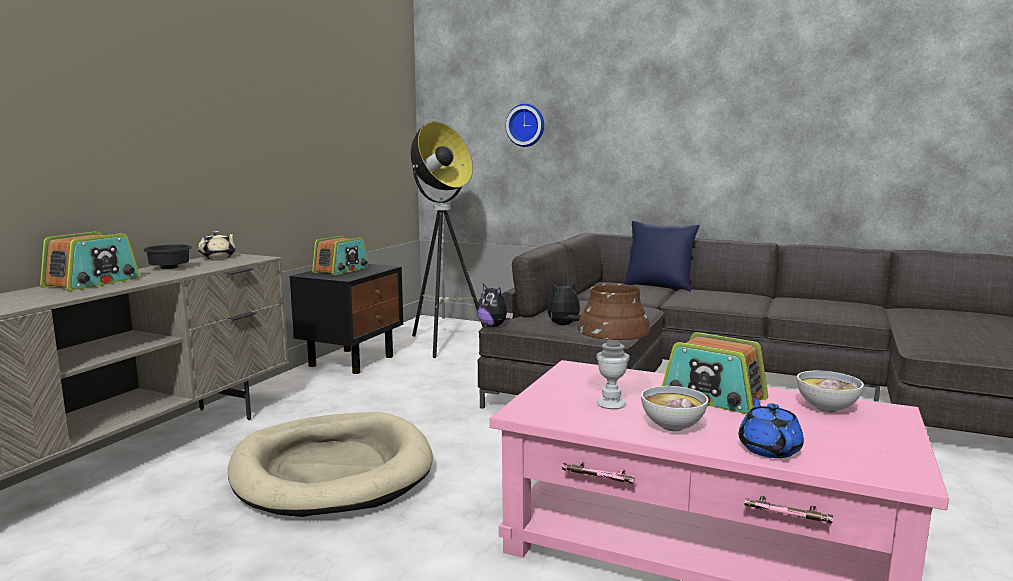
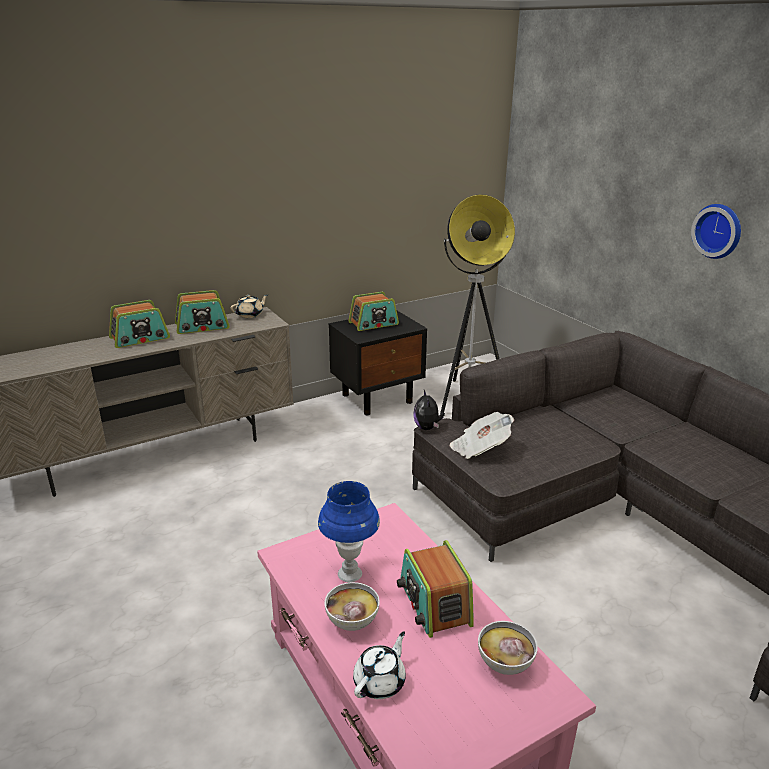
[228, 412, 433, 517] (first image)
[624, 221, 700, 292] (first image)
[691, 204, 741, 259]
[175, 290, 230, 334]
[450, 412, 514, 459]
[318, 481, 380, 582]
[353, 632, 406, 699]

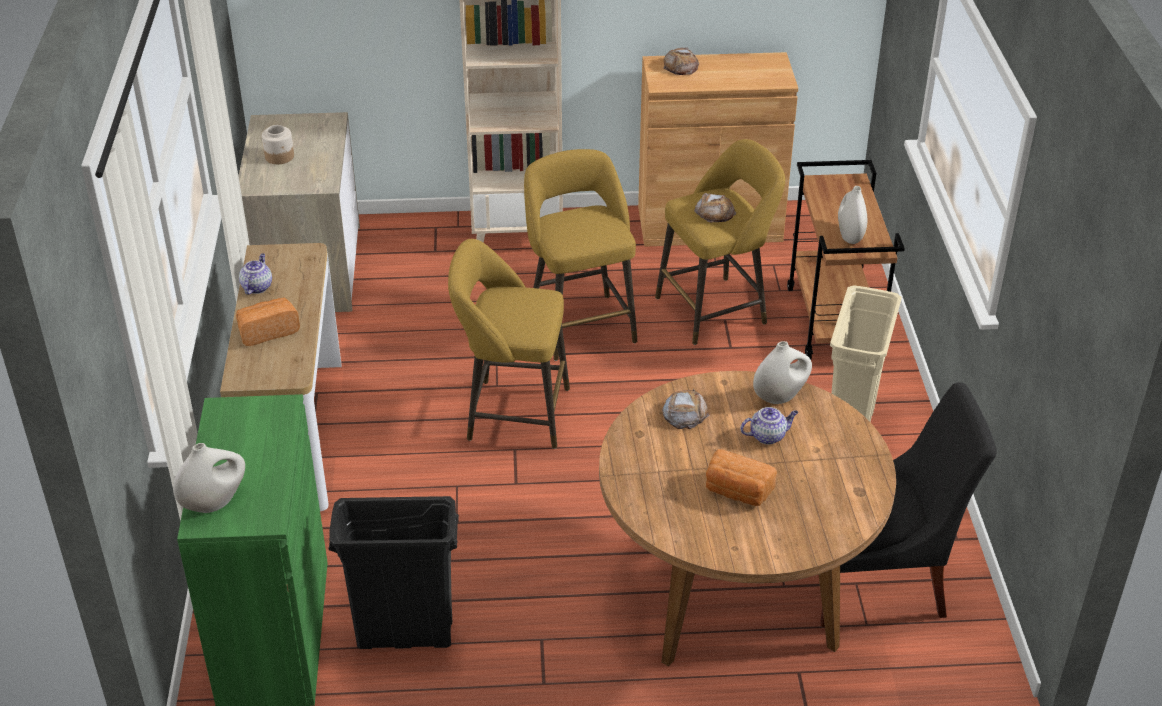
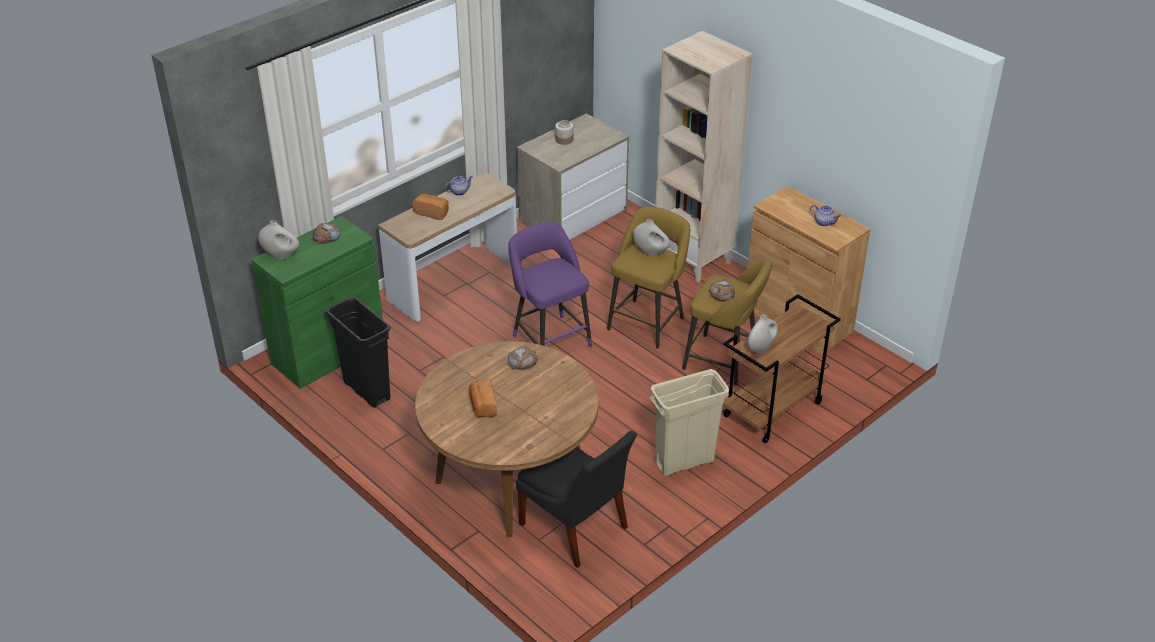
[313, 222, 340, 244]
[810, 205, 841, 226]
[633, 219, 670, 256]
[508, 222, 592, 347]

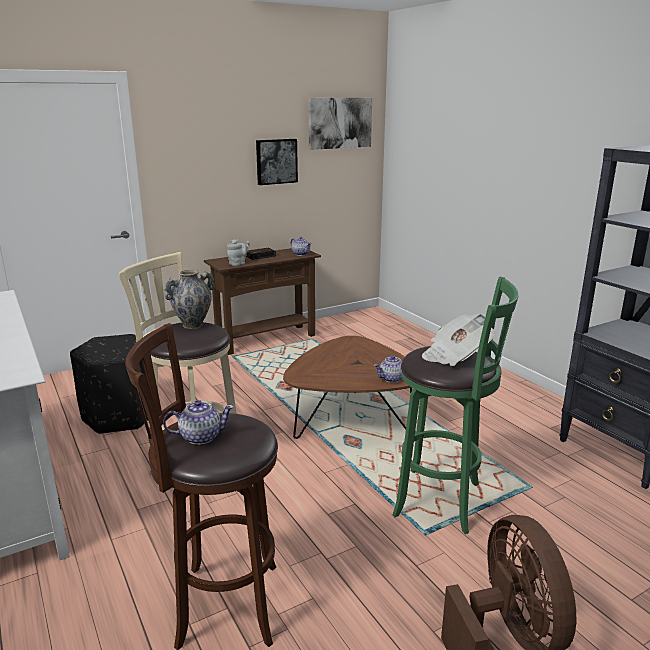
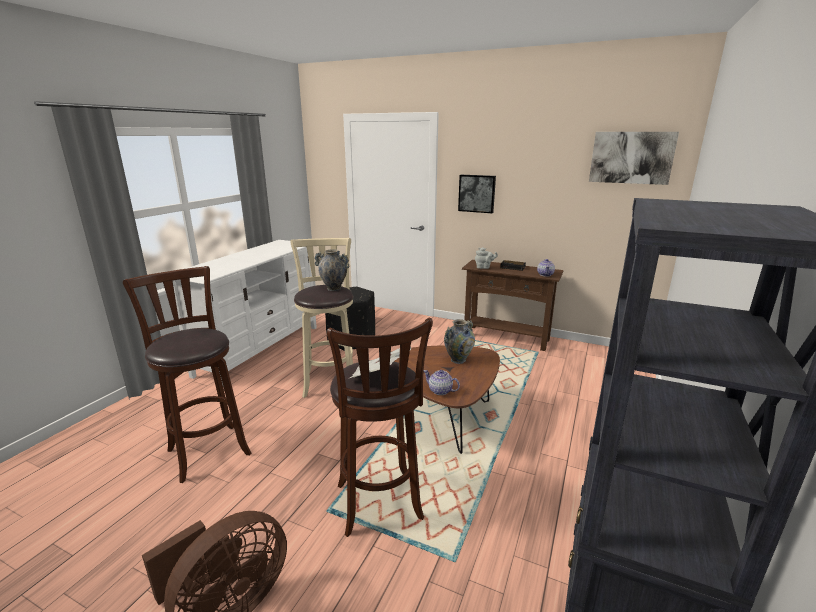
[163, 400, 234, 445] (first image)
[444, 319, 475, 364]
[458, 175, 496, 213]
[327, 318, 433, 537]

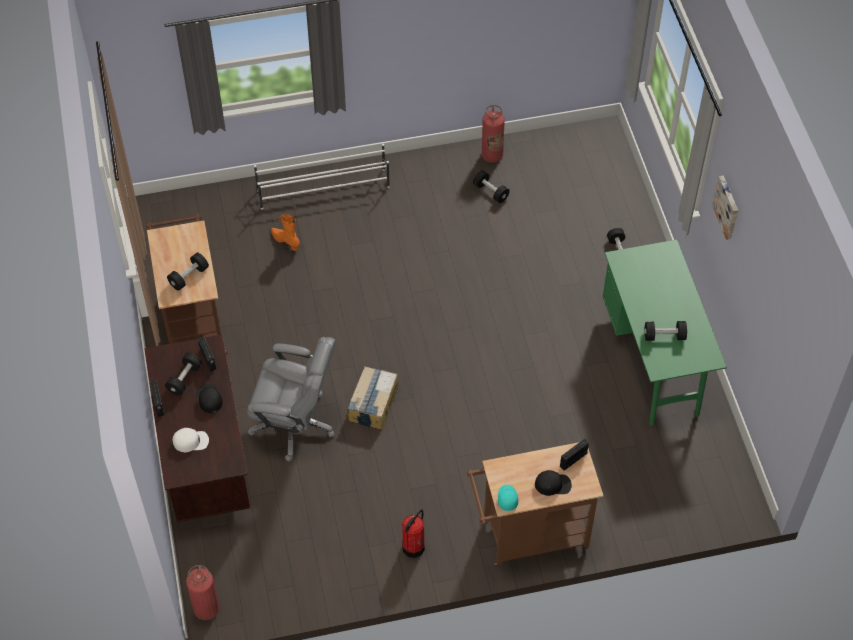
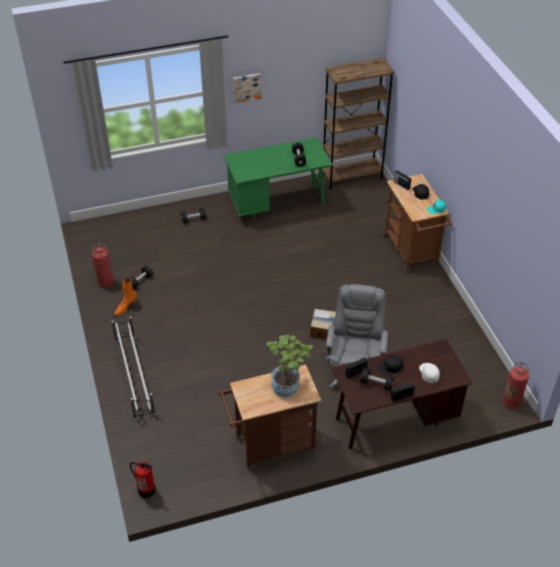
[323, 58, 395, 189]
[114, 278, 137, 316]
[130, 462, 156, 498]
[266, 335, 313, 398]

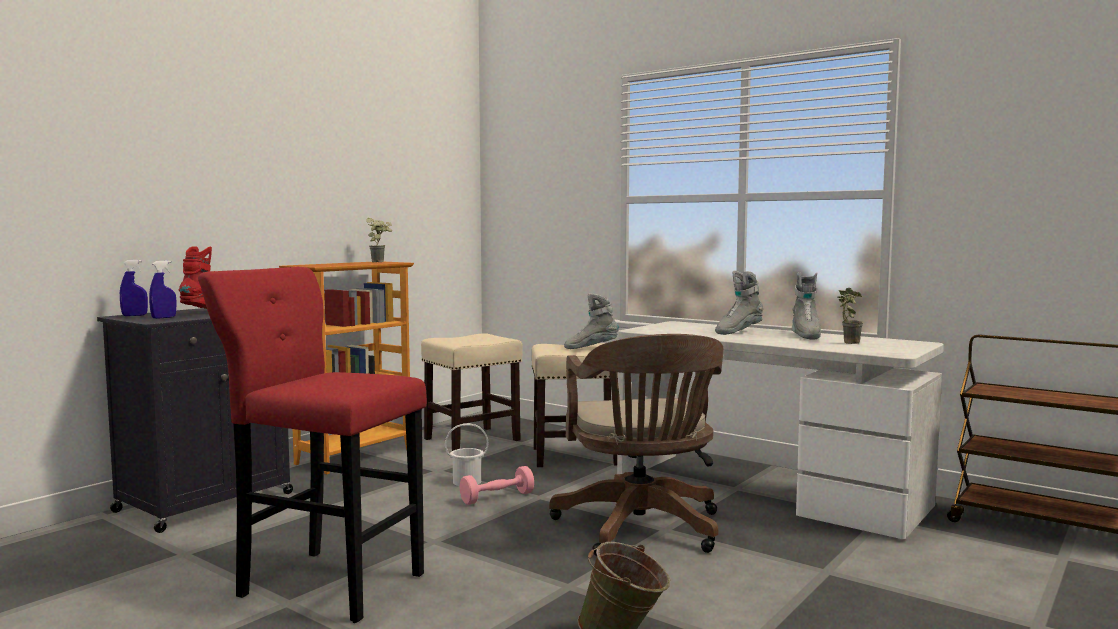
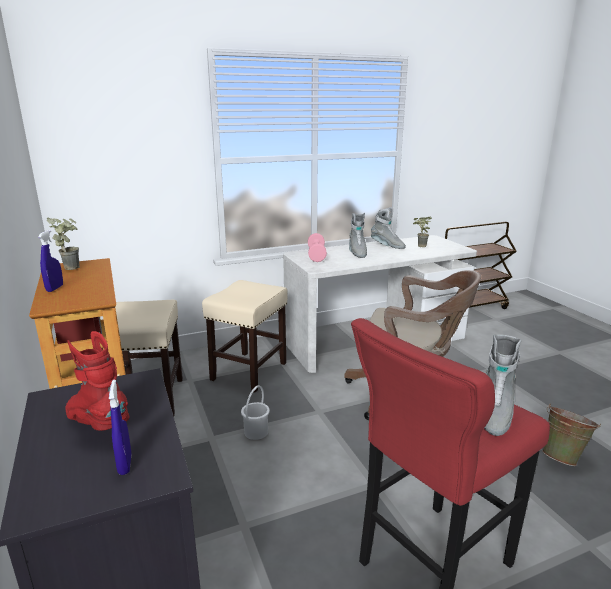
[38, 230, 63, 292]
[308, 233, 327, 262]
[484, 335, 522, 436]

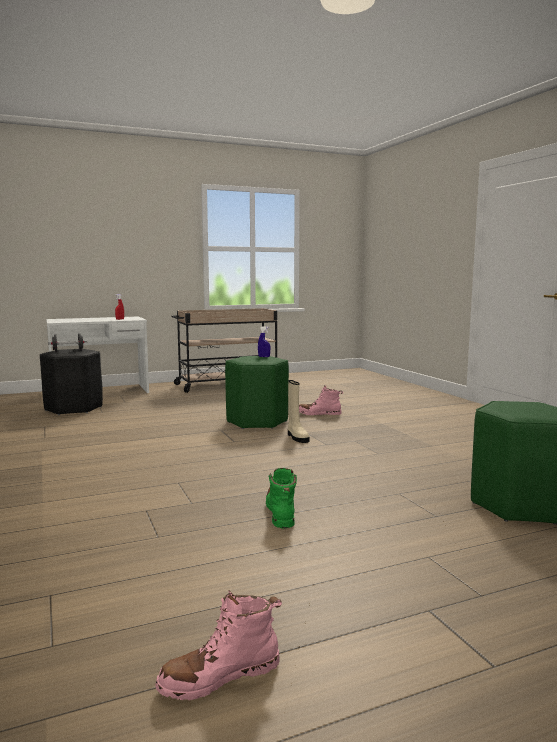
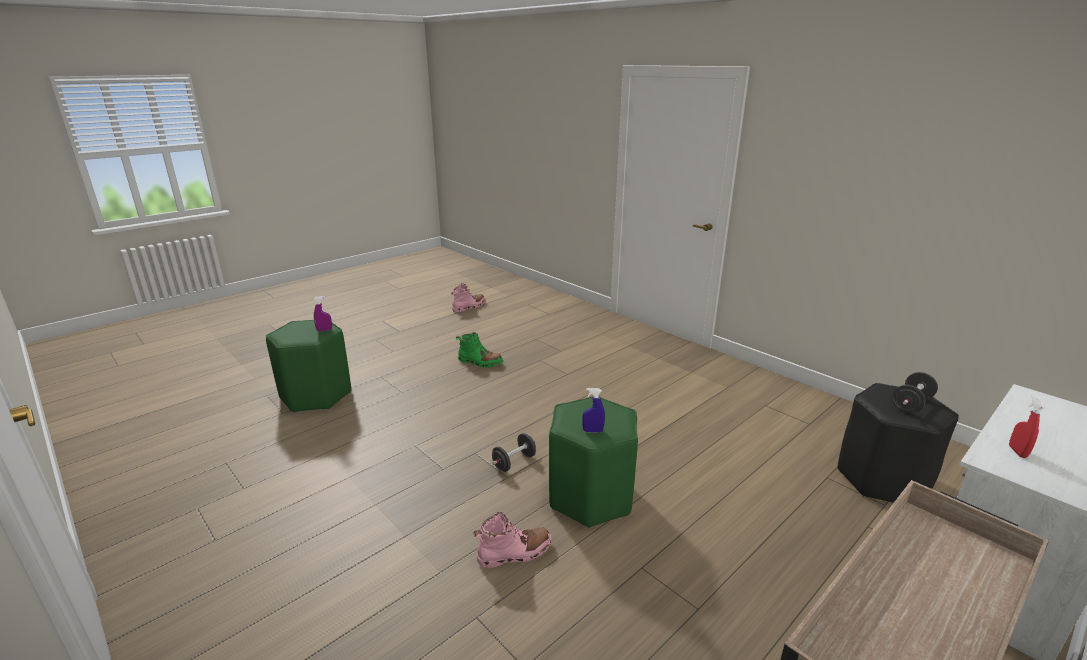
[314, 296, 332, 331]
[492, 433, 536, 472]
[455, 332, 503, 368]

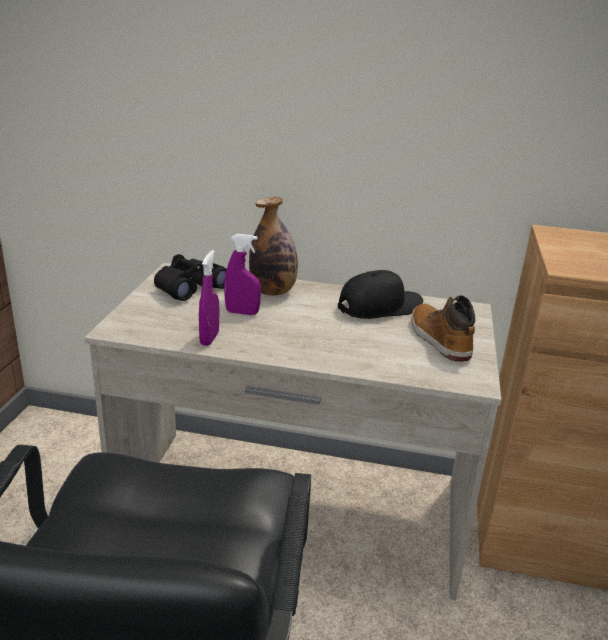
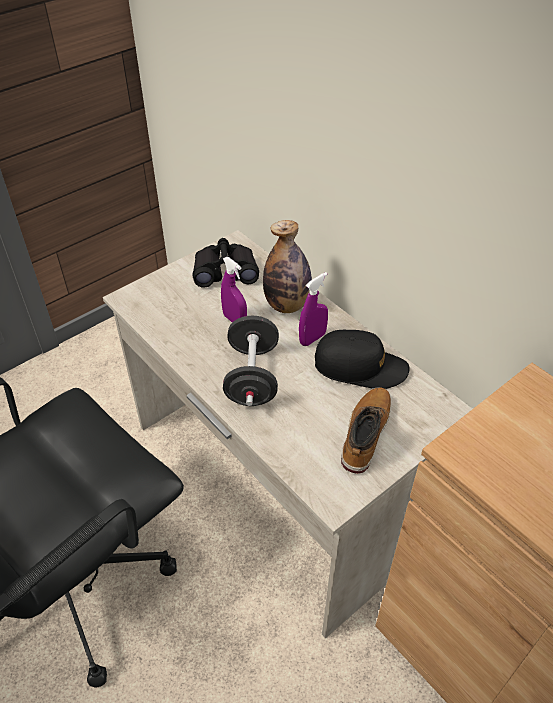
[223, 316, 279, 406]
[299, 272, 328, 346]

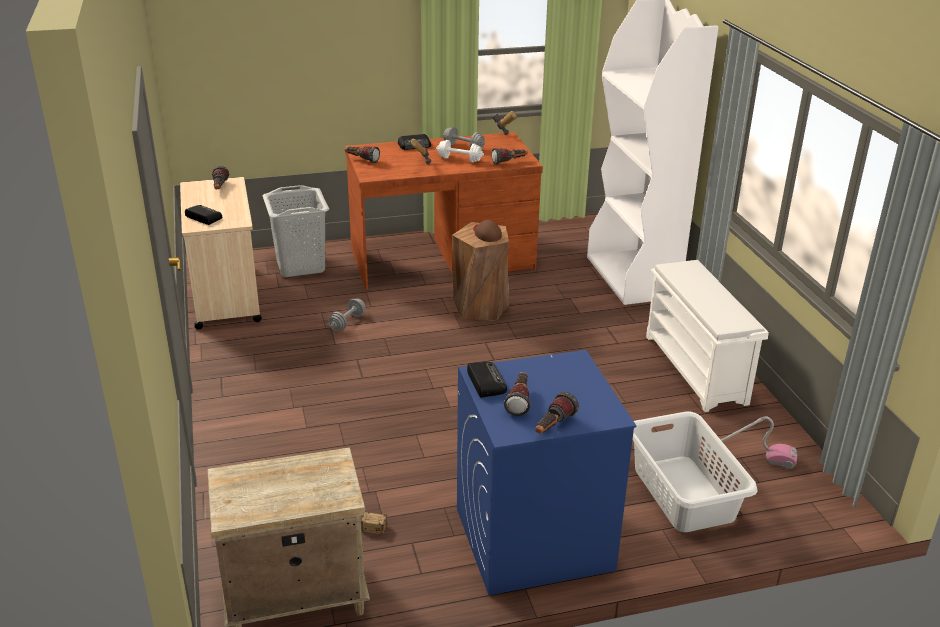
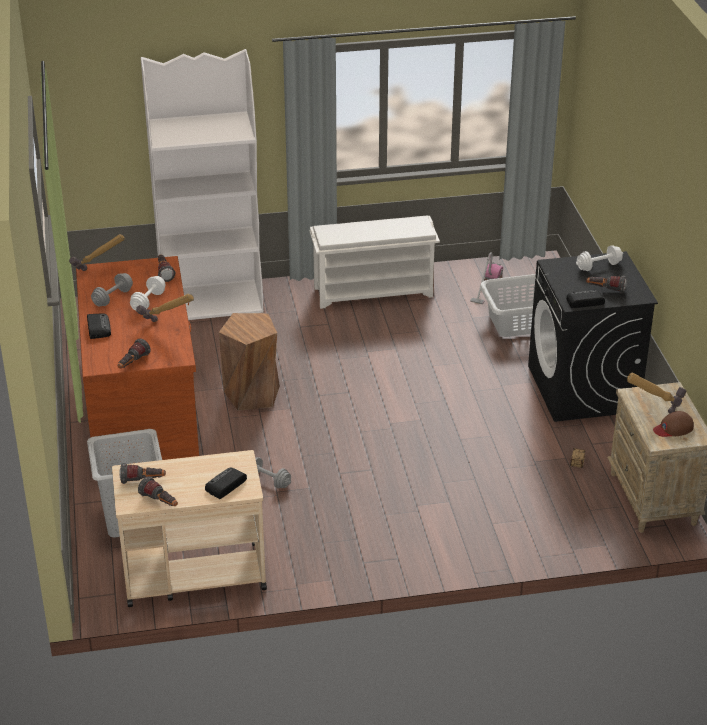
[576, 245, 623, 271]
[627, 372, 687, 414]
[653, 411, 694, 437]
[138, 476, 178, 506]
[528, 251, 658, 422]

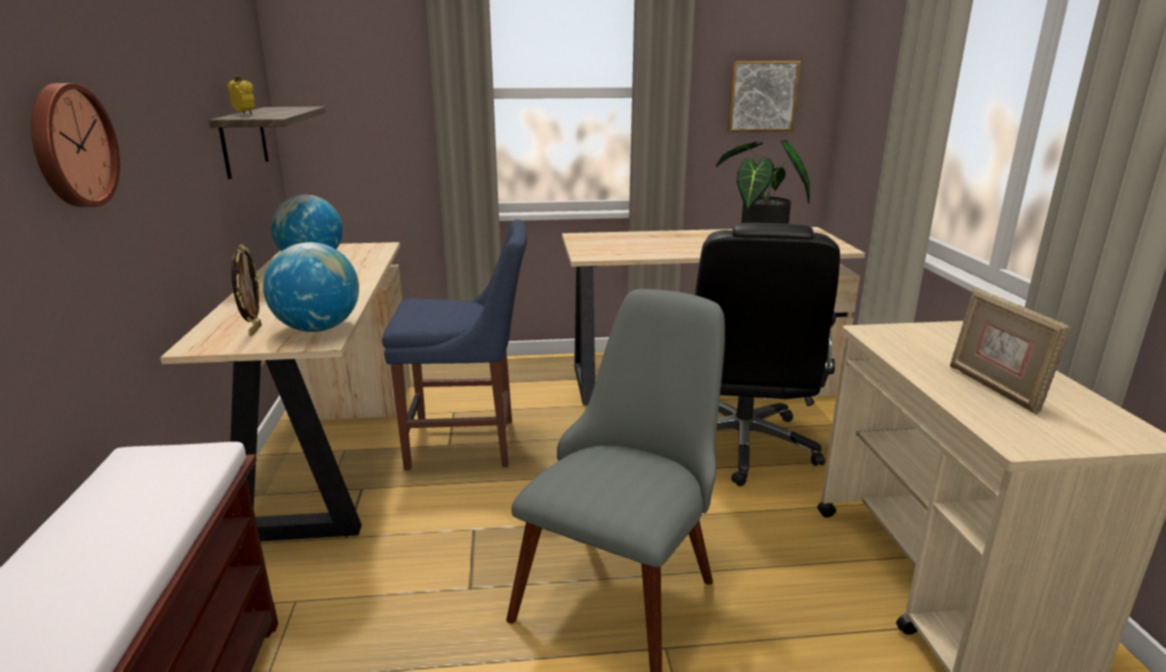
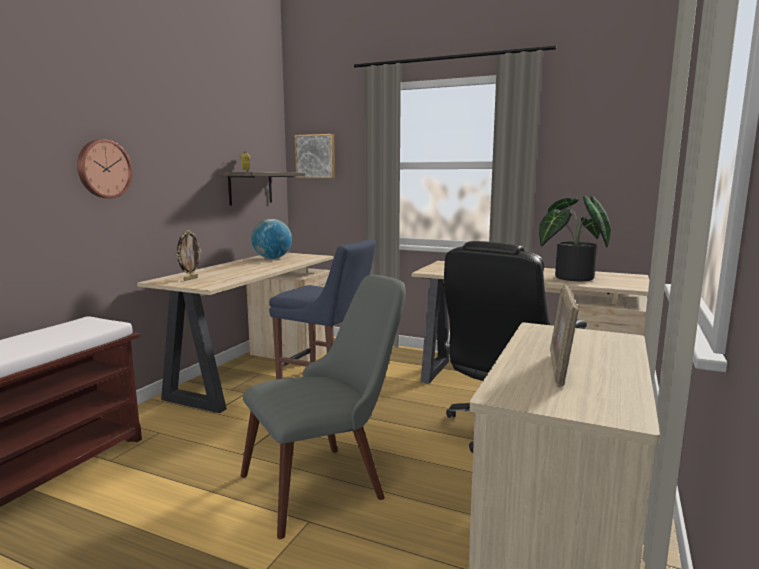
[263, 242, 359, 332] (first image)
[294, 134, 335, 178]

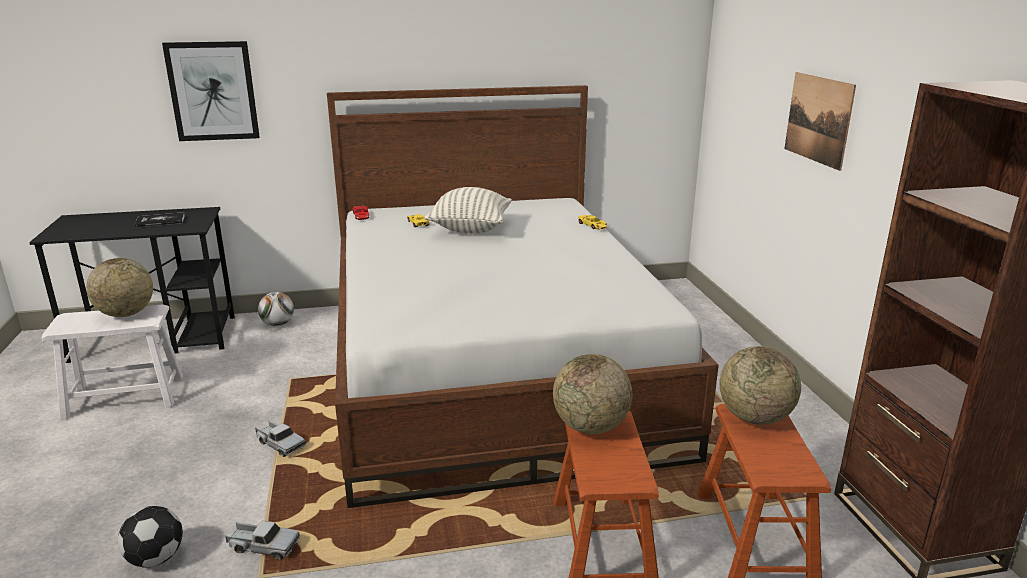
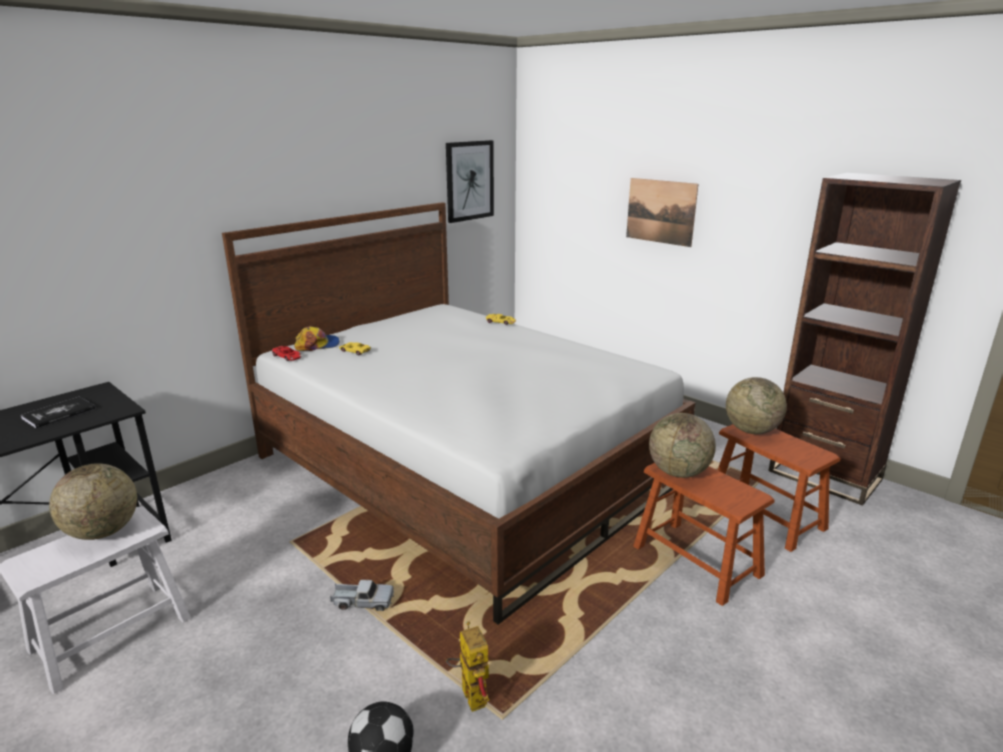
[258, 292, 294, 326] (first image)
[425, 187, 512, 234] (first image)
[294, 326, 340, 351]
[446, 140, 494, 223]
[446, 621, 489, 712]

